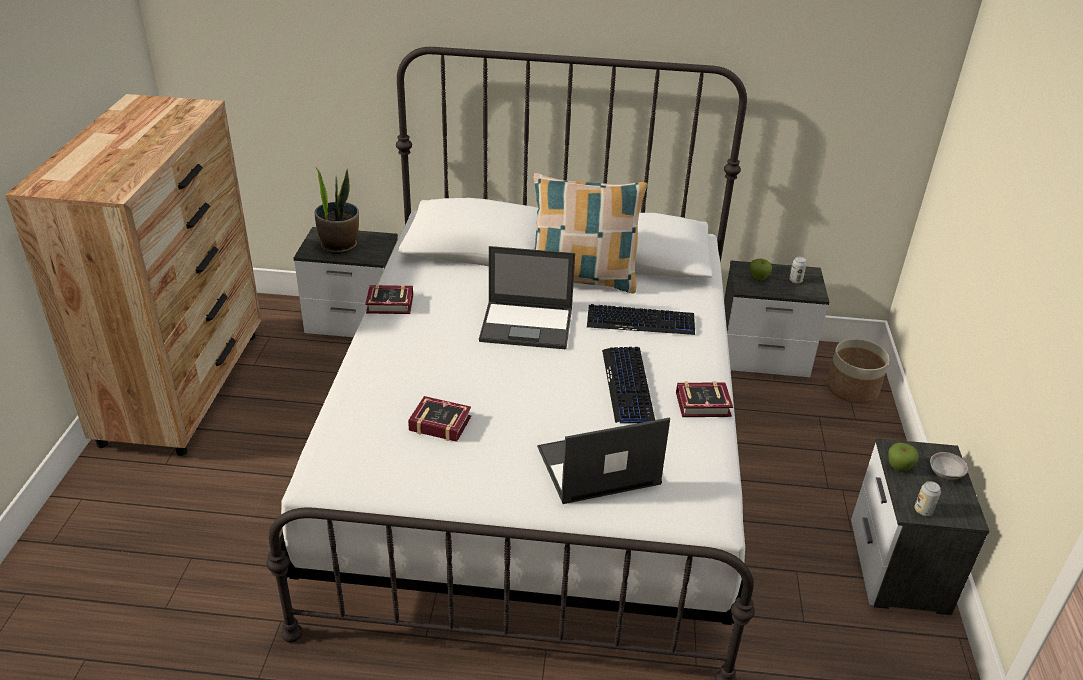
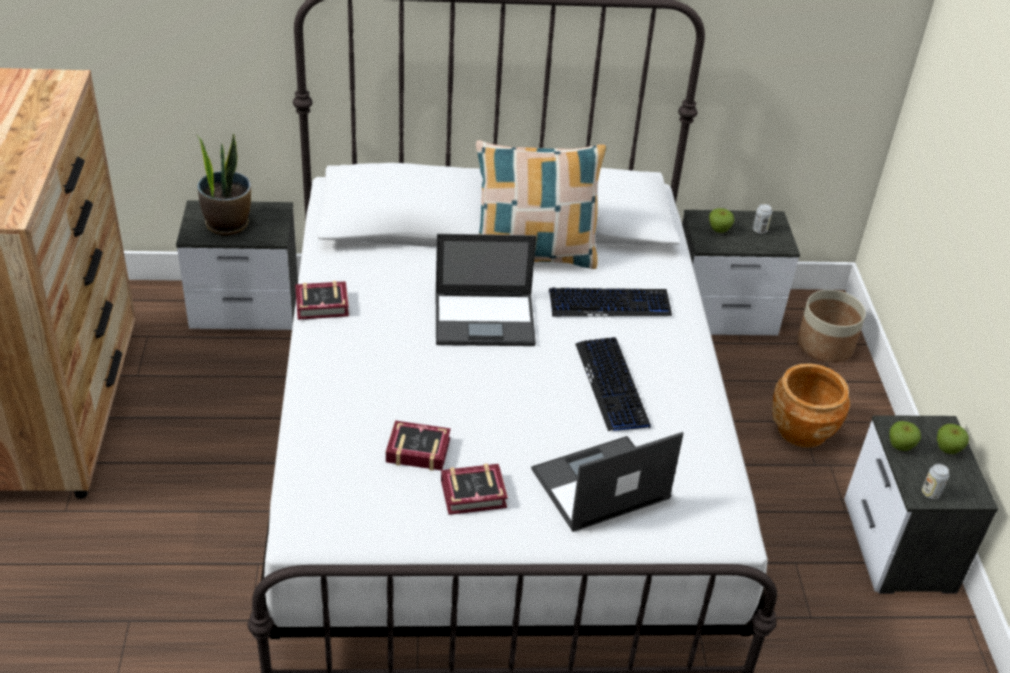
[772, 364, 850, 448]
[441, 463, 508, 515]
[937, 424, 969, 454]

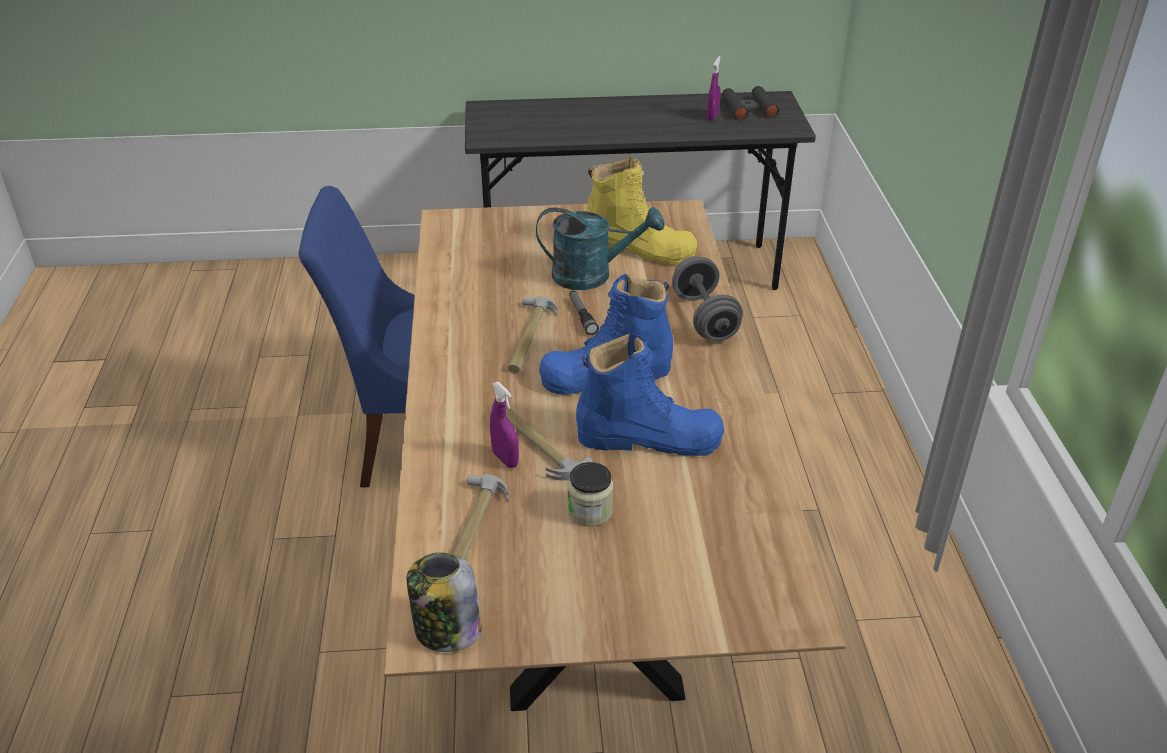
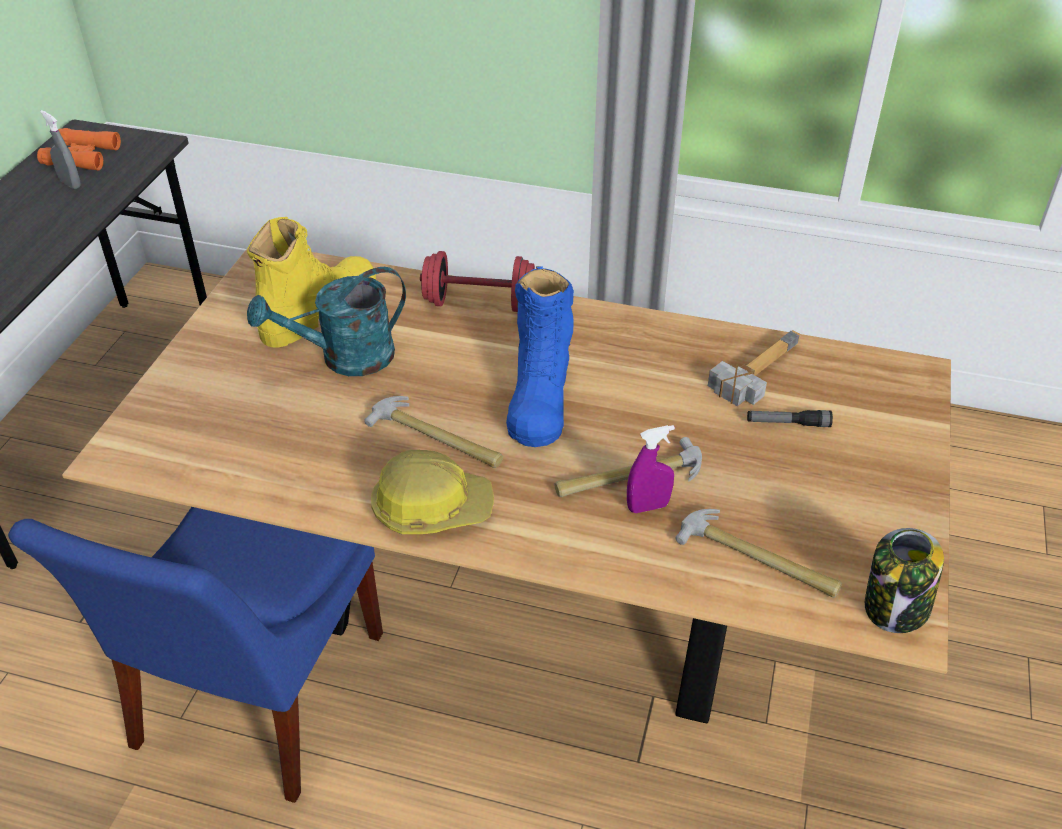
[567, 462, 614, 526] (first image)
[576, 333, 724, 456] (first image)
[371, 450, 494, 534]
[708, 330, 801, 407]
[747, 410, 833, 427]
[420, 251, 535, 312]
[40, 110, 81, 189]
[37, 128, 121, 170]
[247, 267, 406, 376]

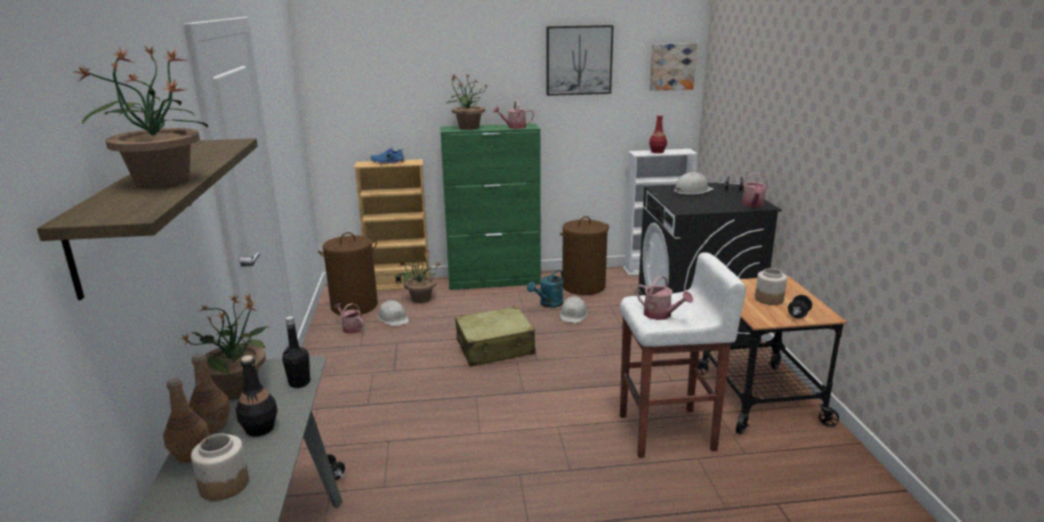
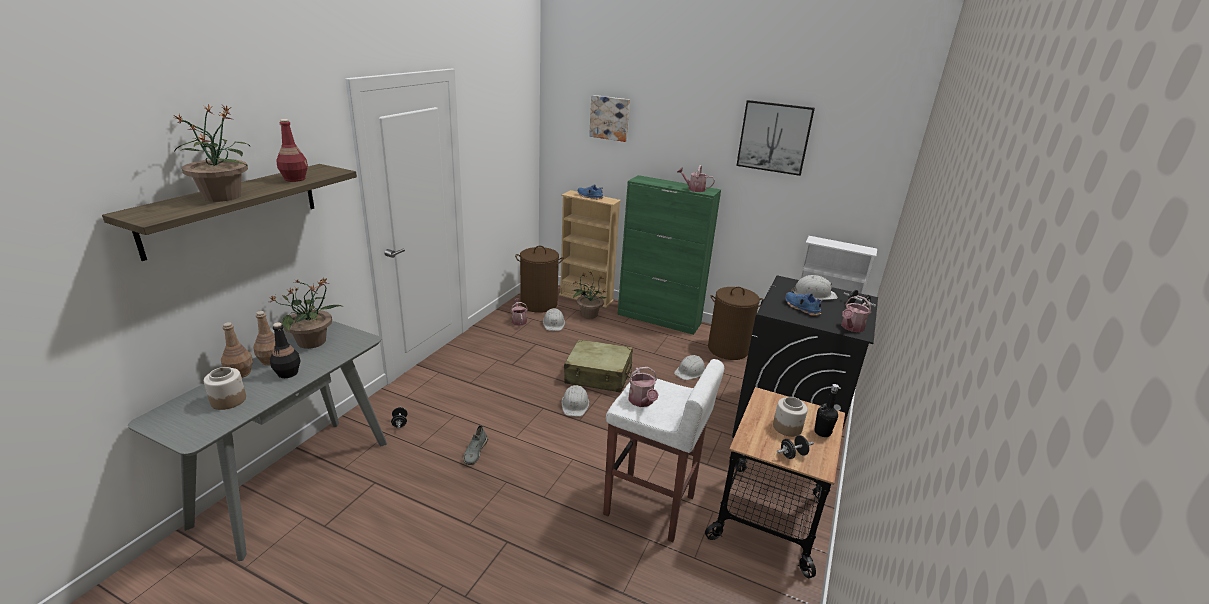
[446, 74, 488, 130] (first image)
[527, 270, 564, 308] (first image)
[463, 425, 488, 465]
[561, 385, 589, 417]
[785, 292, 823, 316]
[814, 384, 839, 437]
[276, 119, 308, 182]
[589, 95, 630, 142]

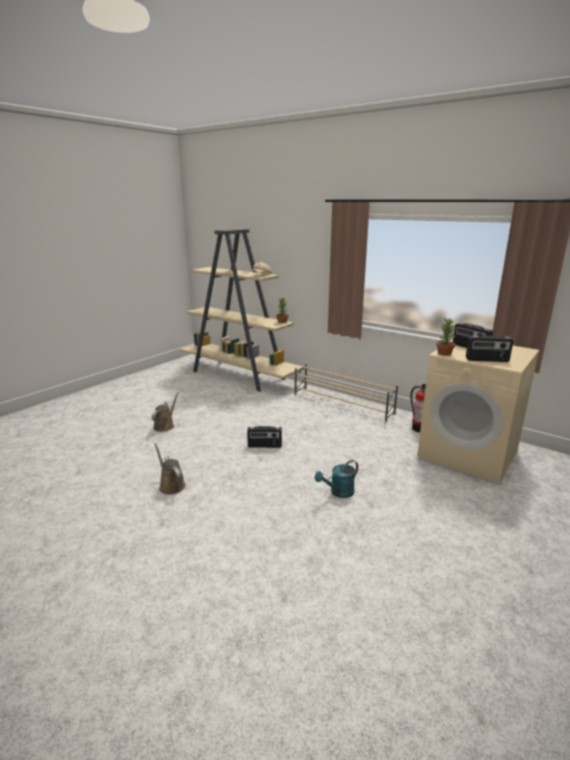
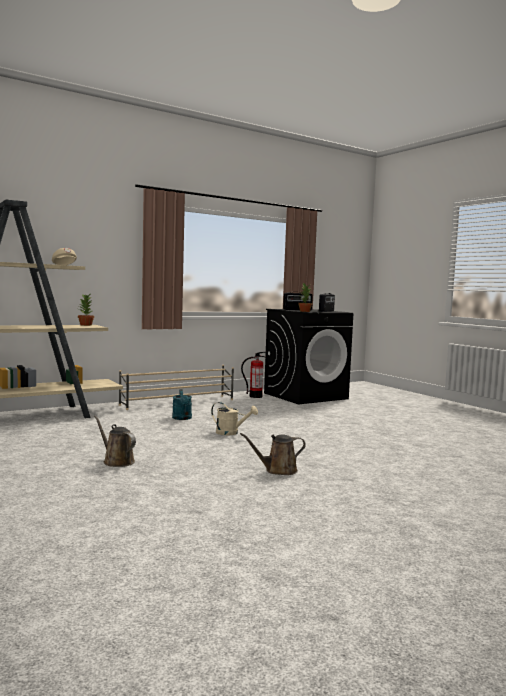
[172, 389, 192, 420]
[211, 402, 258, 435]
[264, 309, 353, 405]

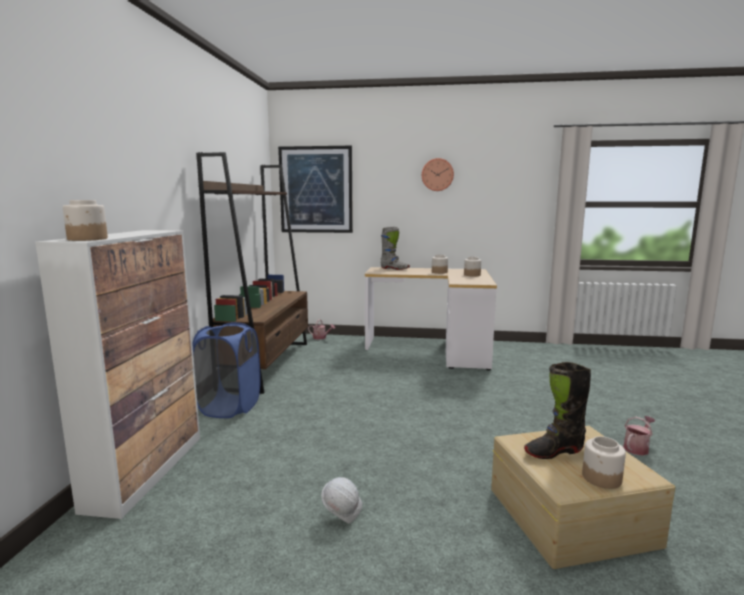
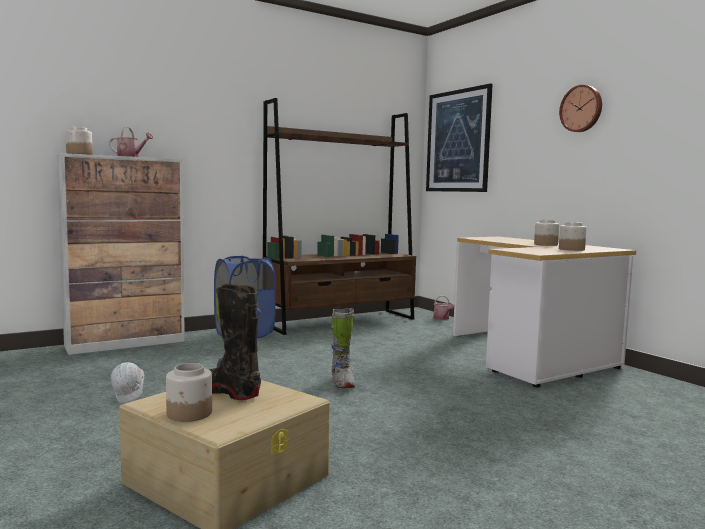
[331, 308, 355, 388]
[109, 126, 154, 157]

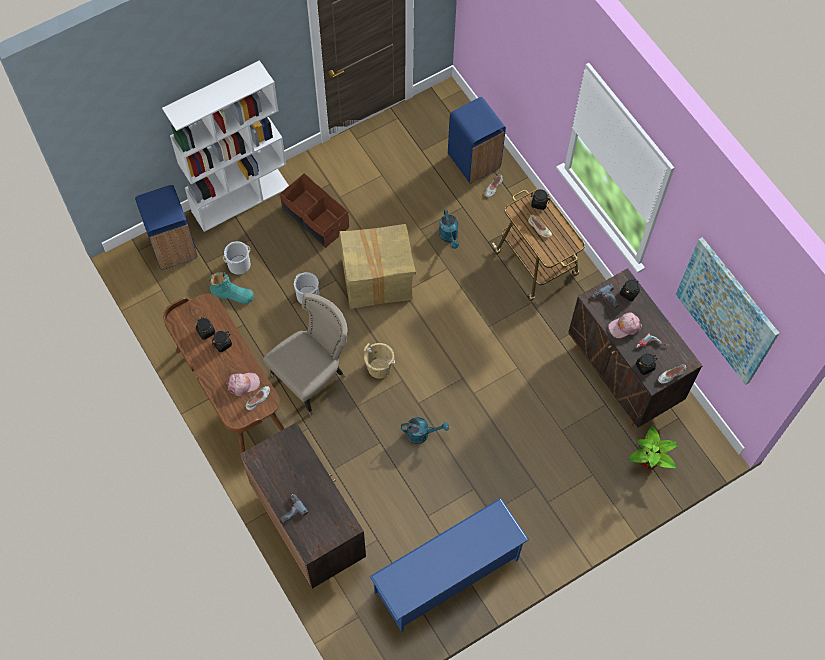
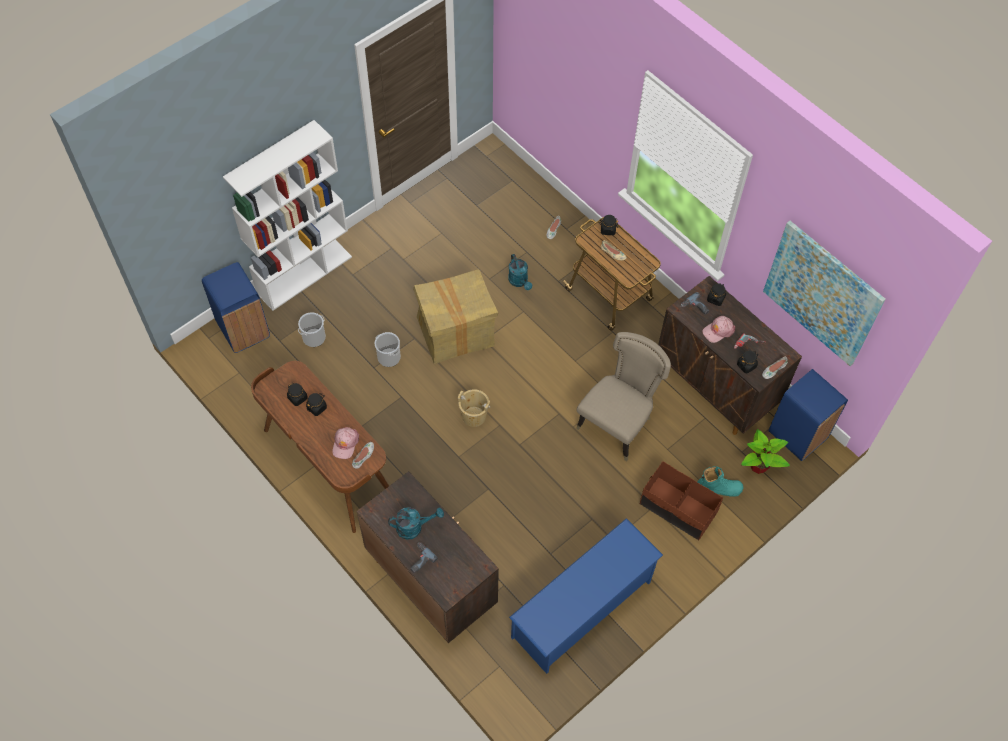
[697, 466, 744, 497]
[576, 332, 671, 461]
[640, 461, 723, 541]
[388, 507, 444, 540]
[768, 369, 848, 461]
[332, 427, 359, 459]

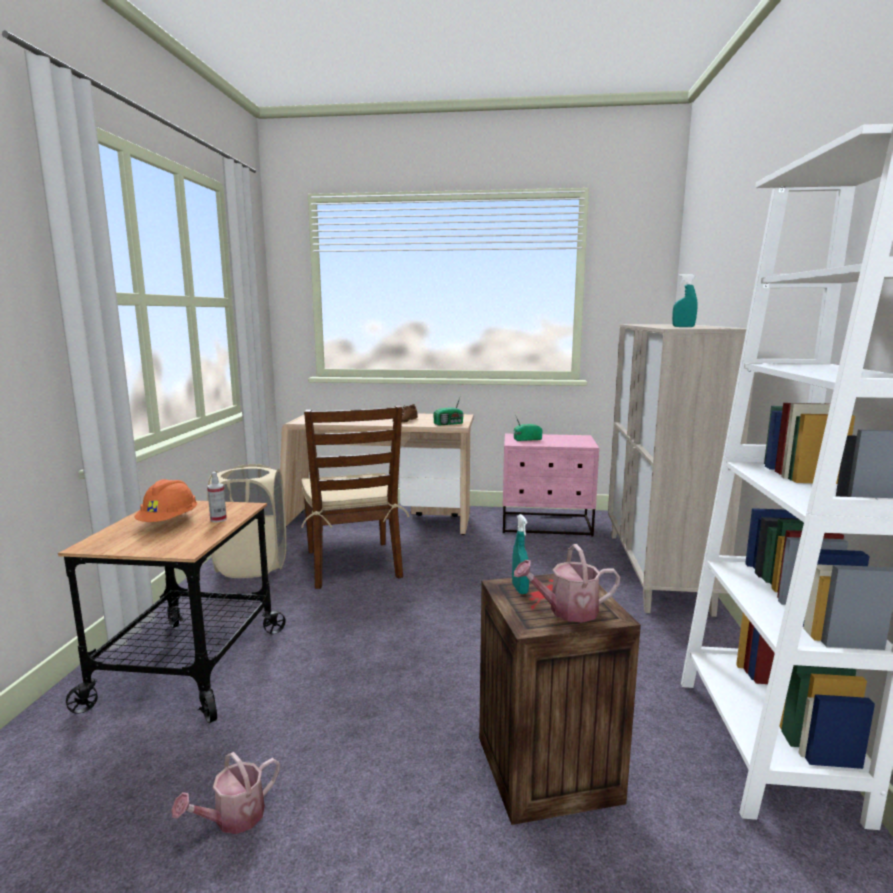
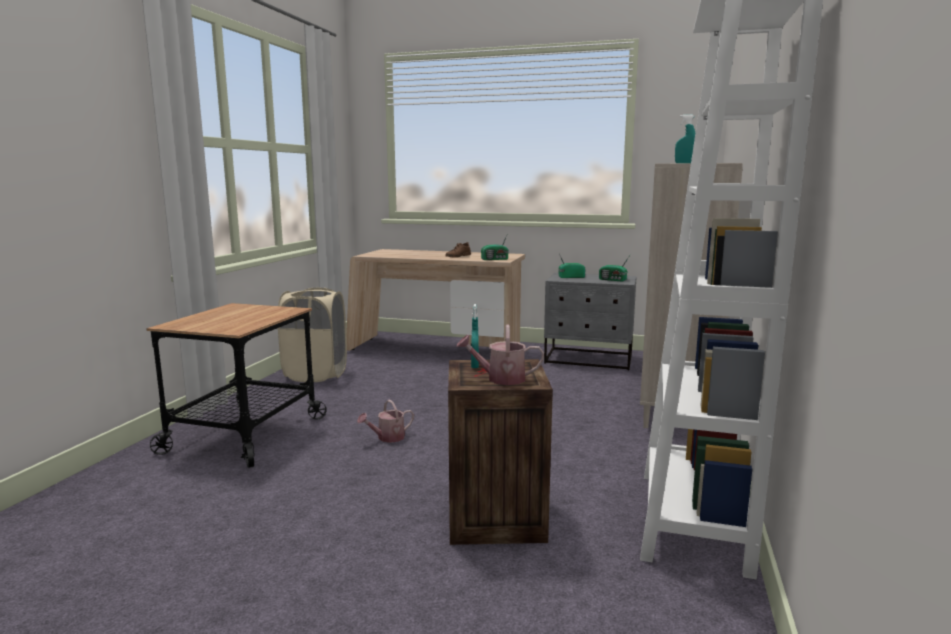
[134, 479, 197, 522] (first image)
[207, 472, 227, 522] (first image)
[301, 406, 409, 589] (first image)
[599, 255, 630, 282]
[357, 400, 414, 443]
[544, 273, 637, 370]

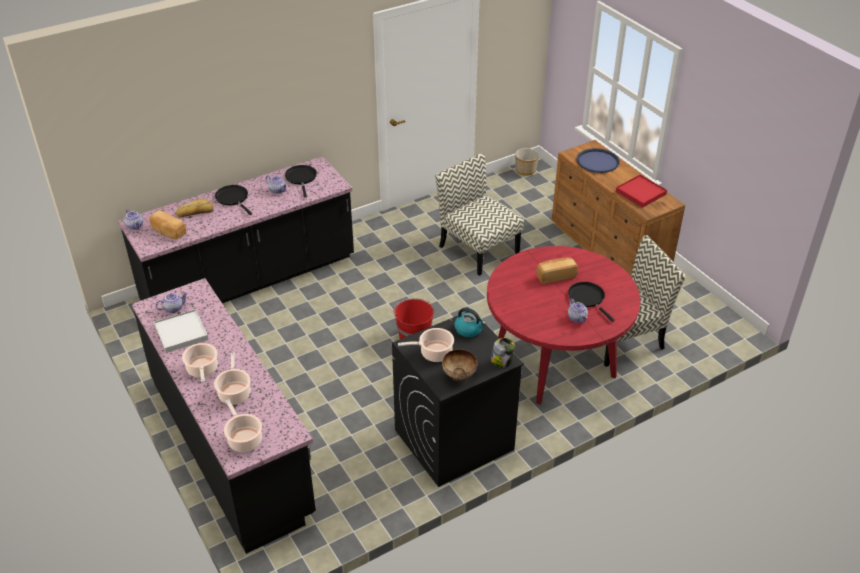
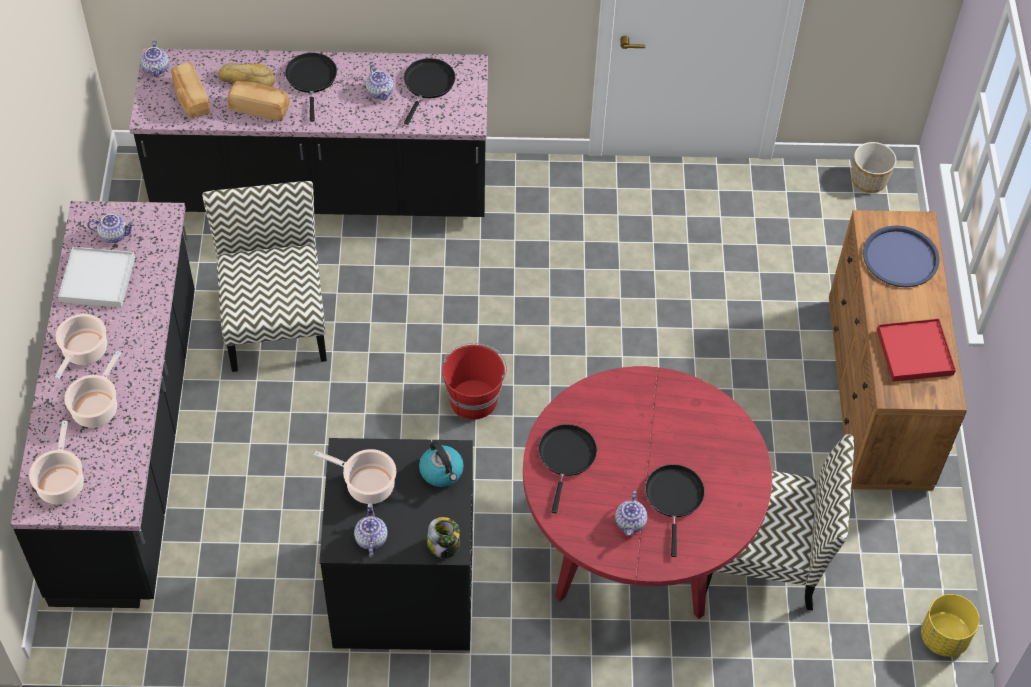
[538, 424, 597, 513]
[921, 594, 980, 657]
[202, 181, 327, 372]
[227, 81, 289, 121]
[354, 503, 388, 557]

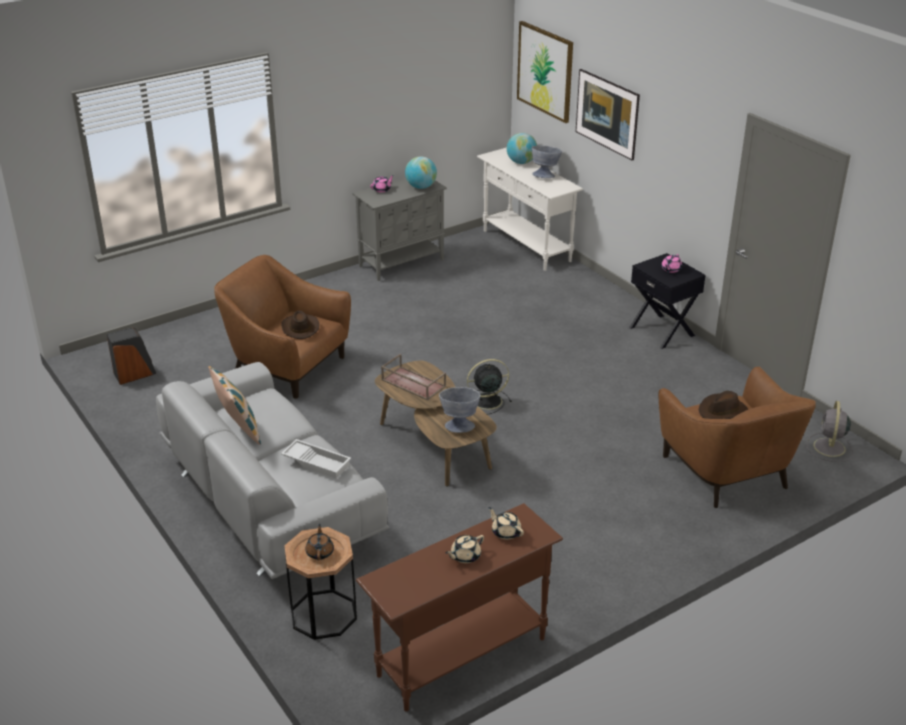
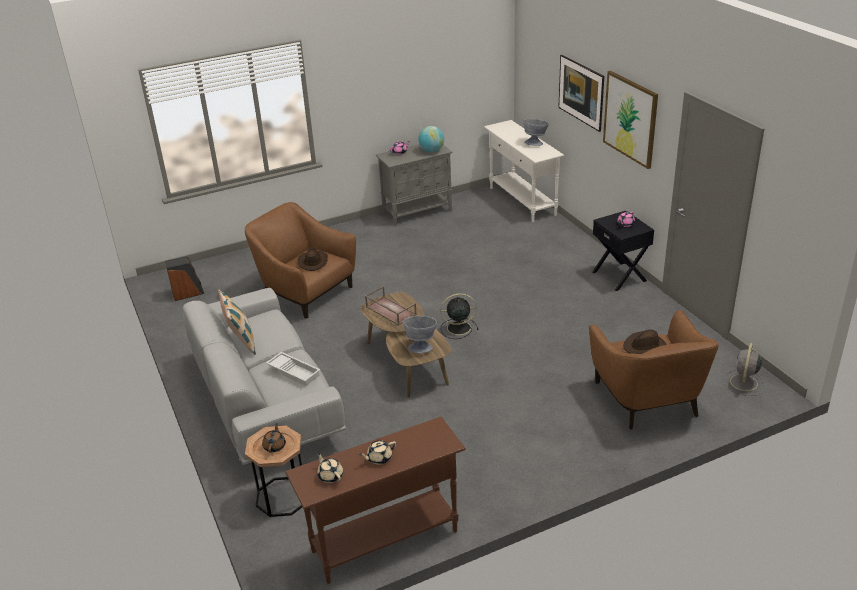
[507, 133, 537, 164] (first image)
[317, 453, 343, 483]
[603, 71, 658, 169]

